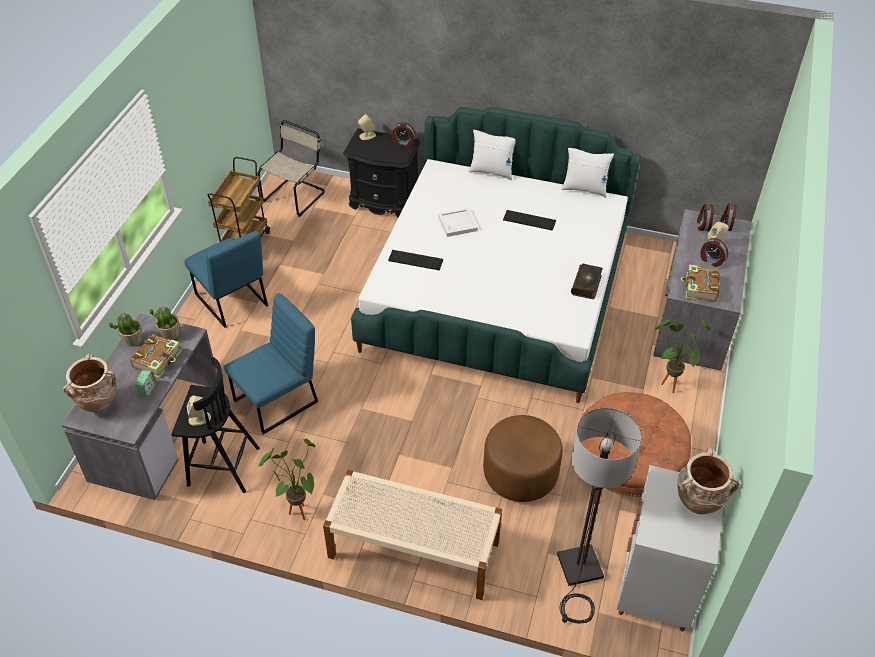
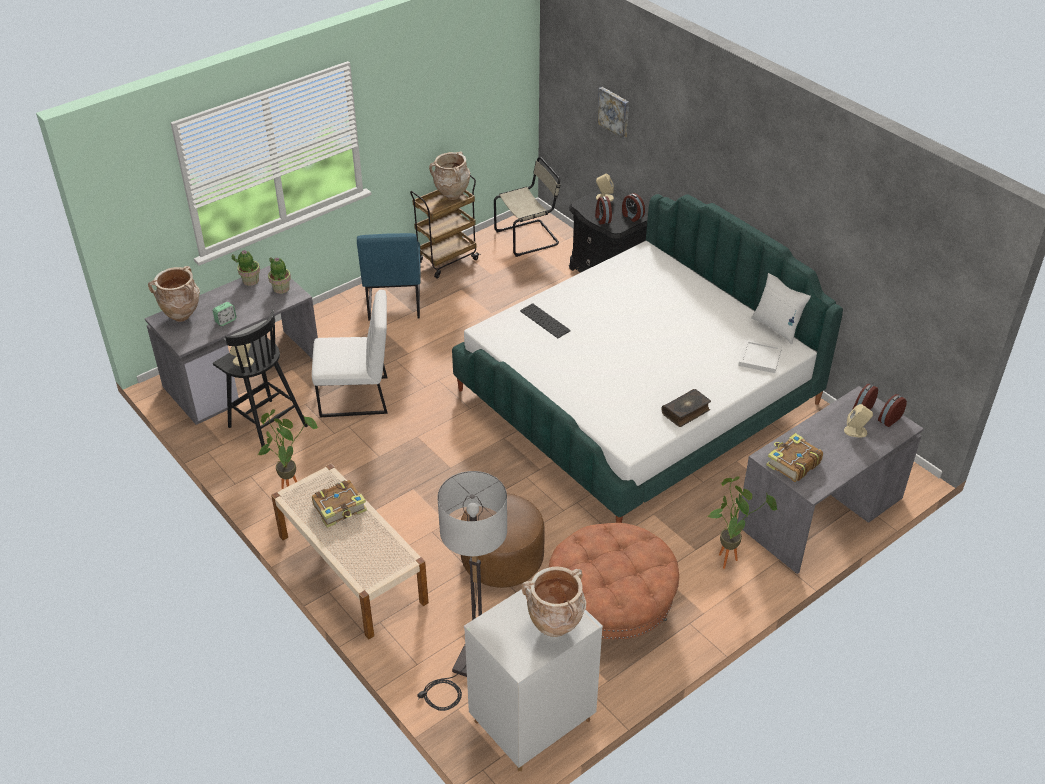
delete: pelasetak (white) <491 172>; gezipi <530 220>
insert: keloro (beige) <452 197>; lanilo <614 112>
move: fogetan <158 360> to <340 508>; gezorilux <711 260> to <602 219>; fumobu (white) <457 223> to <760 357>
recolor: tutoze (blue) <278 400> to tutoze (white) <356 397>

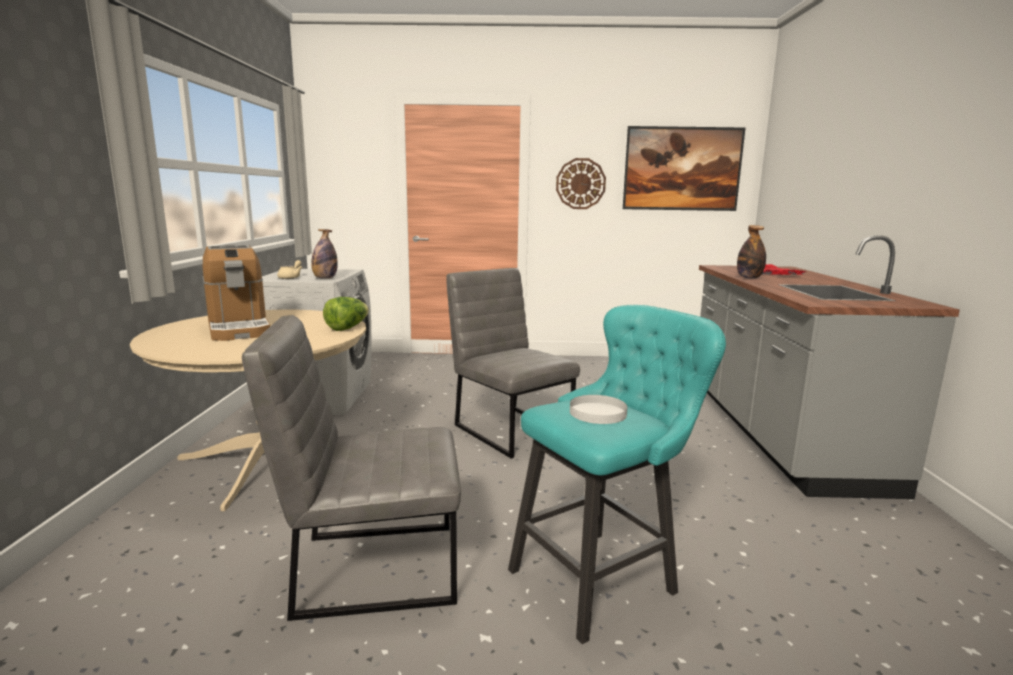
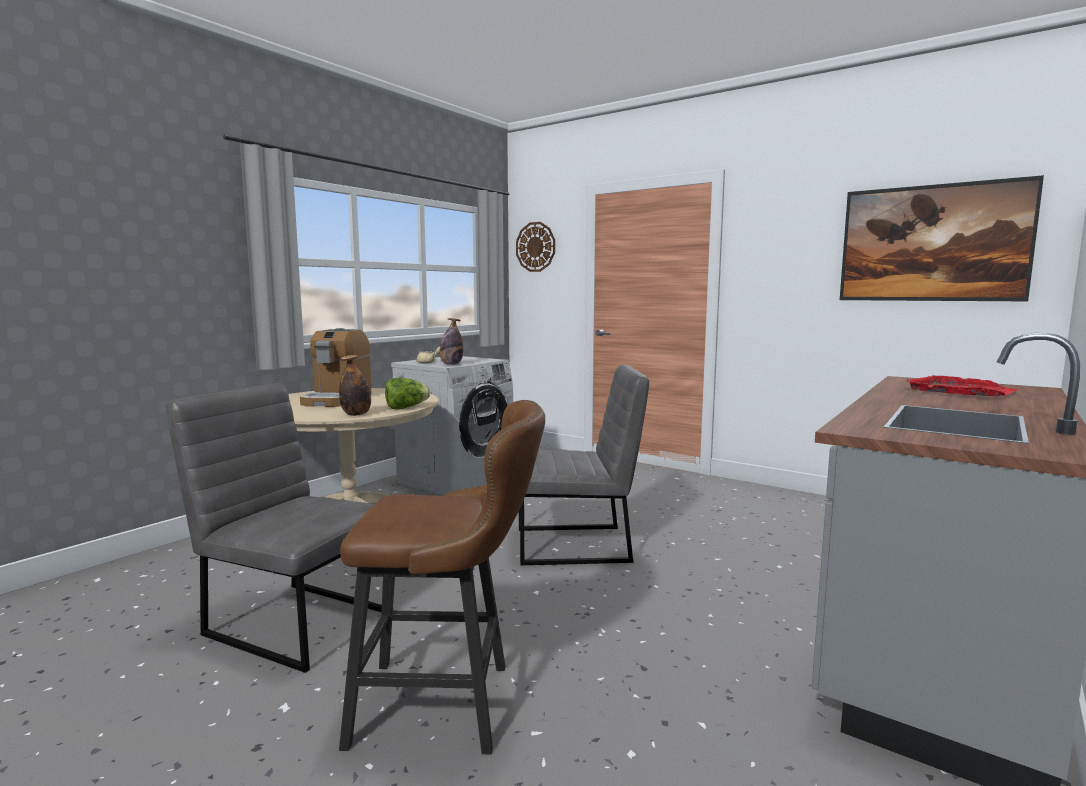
delete: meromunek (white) <597 412>
move: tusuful <749 277> to <356 414>; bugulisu <580 183> to <535 247>
recolor: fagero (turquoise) <606 574> to fagero (brown) <453 705>
rotate: tutoze (grey) <511 429> = <576 545> 90 degrees clockwise

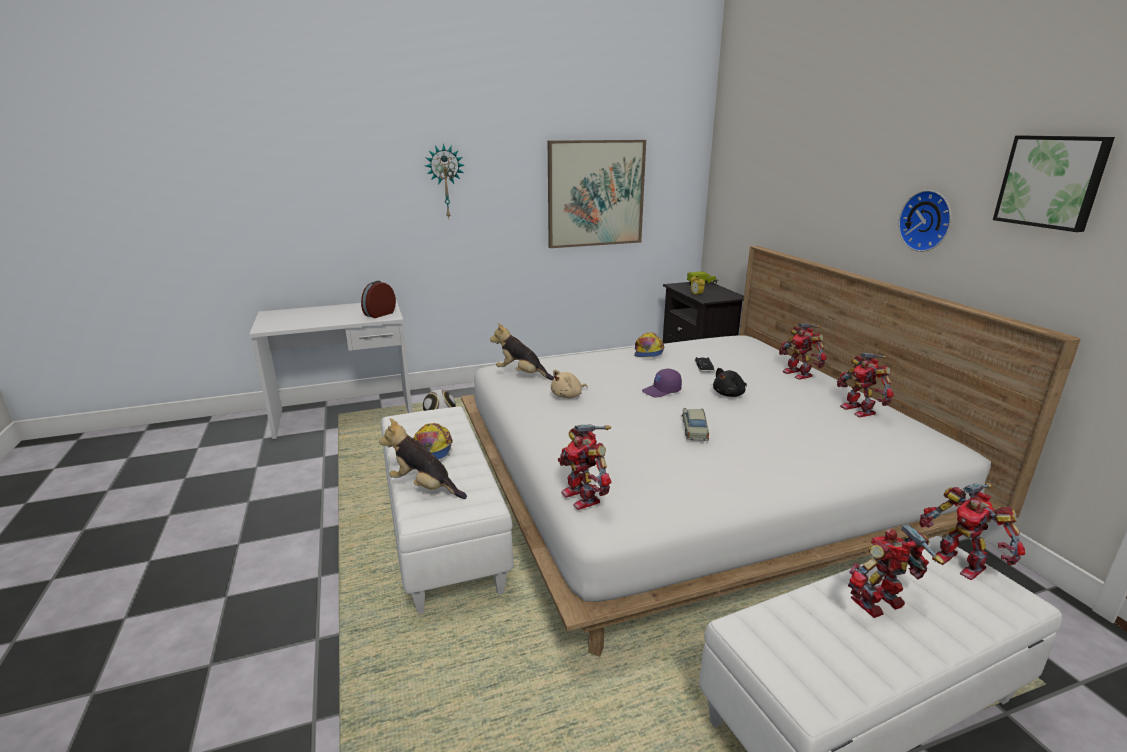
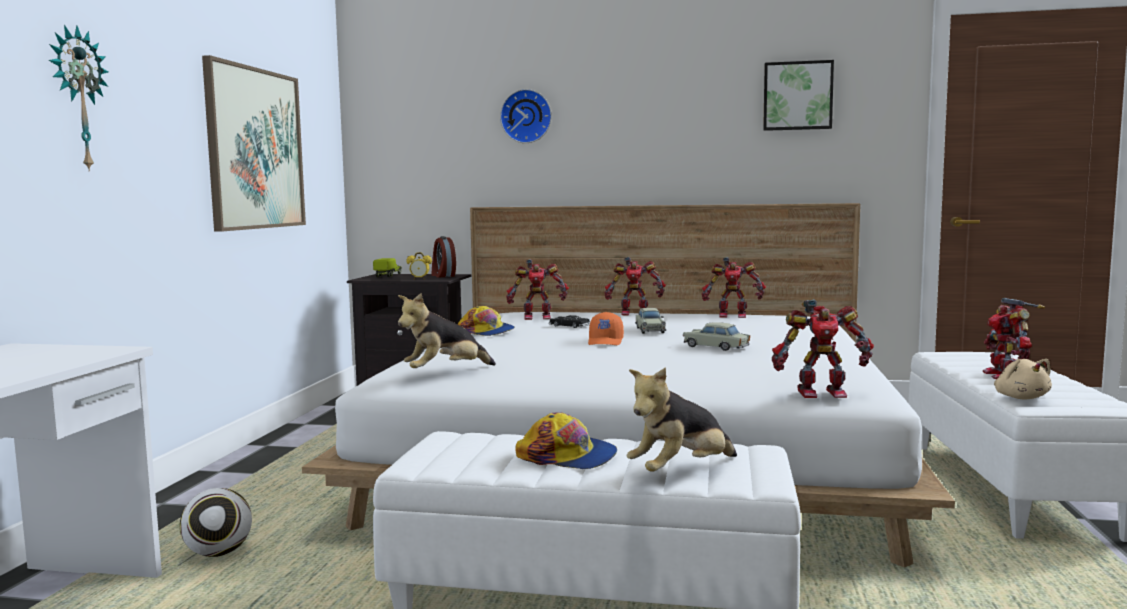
move: gezorilux <379 314> to <442 276>; bugulisu <927 221> to <526 116>; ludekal <960 562> to <537 317>; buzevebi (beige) <568 396> to <1020 398>
replace: buzevebi (black) <729 394> to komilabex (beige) <650 330>
recolor: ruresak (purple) <662 391> to ruresak (orange) <606 342>

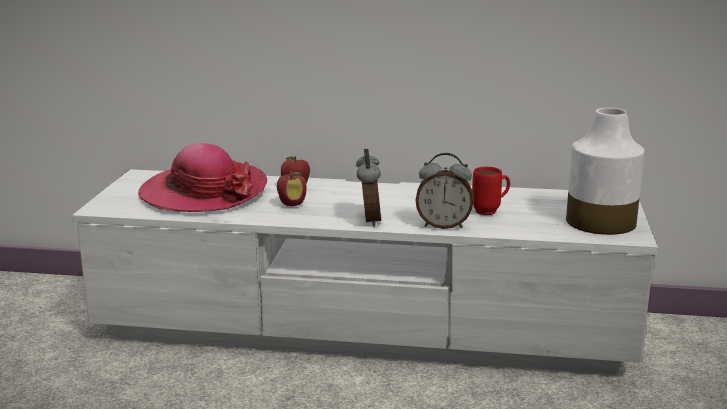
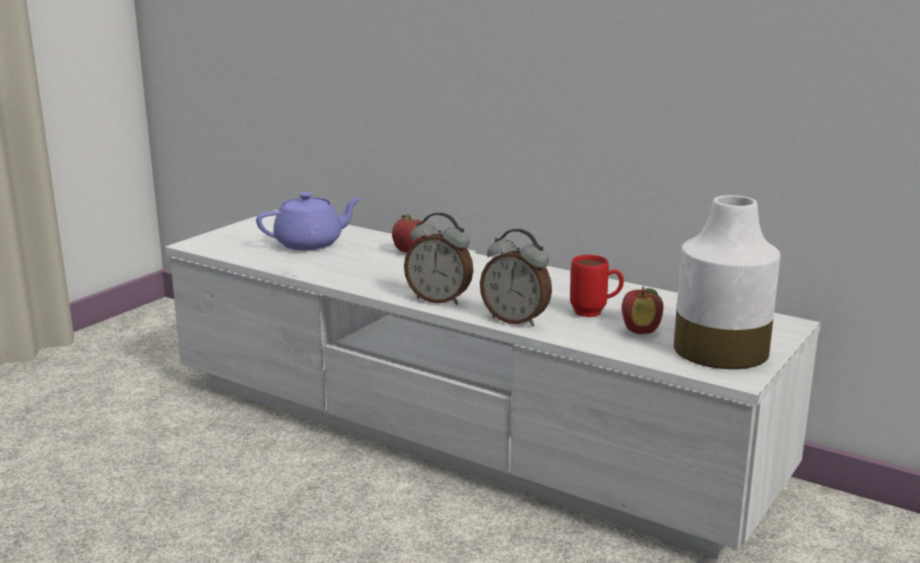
move: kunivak <292 204> to <640 331>
replace: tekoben <203 193> to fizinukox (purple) <310 243>
rotate: gezorilux <368 220> = <439 299> 90 degrees clockwise

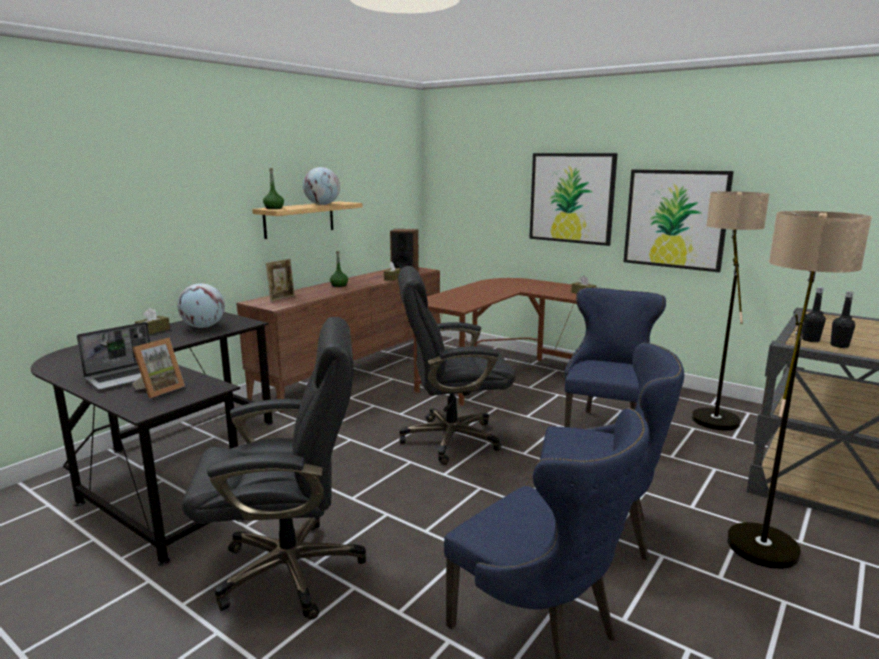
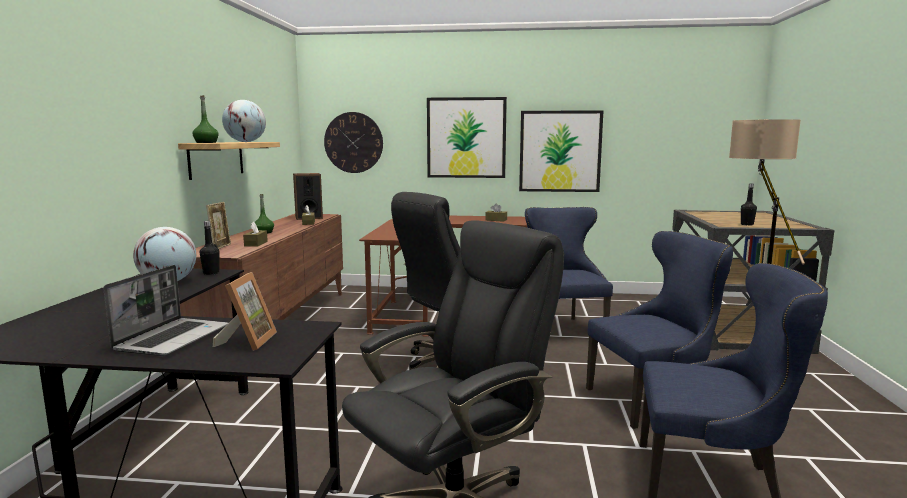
delete: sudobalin <712 413>
insert: bugulisu <353 142>
move: tusuful (black) <810 340> to <211 273>; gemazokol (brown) <153 331> to <256 244>

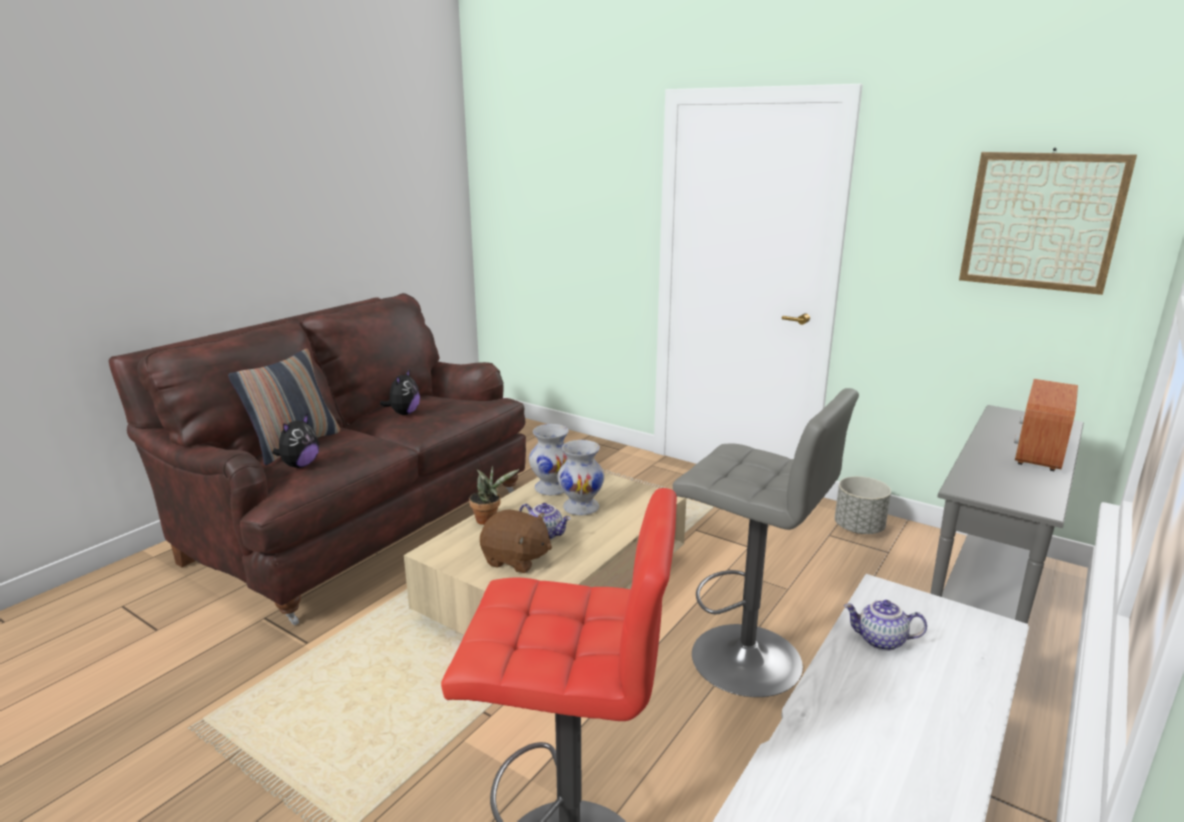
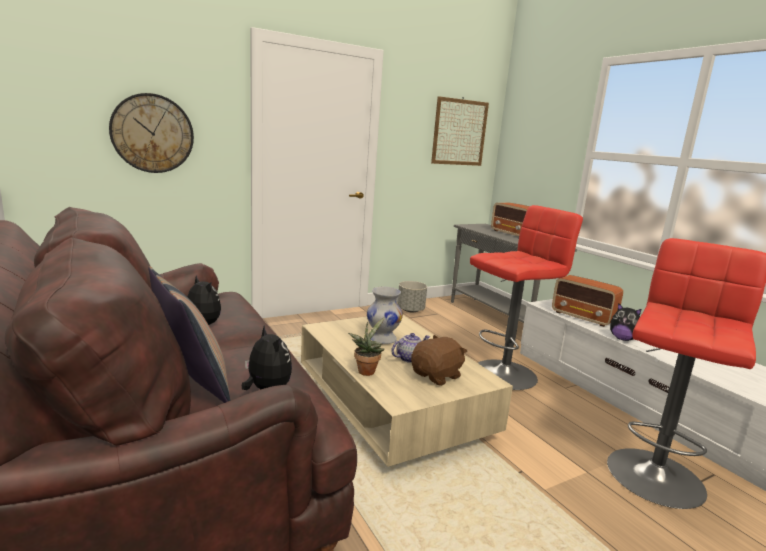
delete: keloro (white) <552 488>
insert: bugulisu <152 133>; buzevebi <623 339>
replace: fizinukox <880 641> to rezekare <583 317>
recolor: fagero (grey) <747 660> to fagero (red) <505 374>

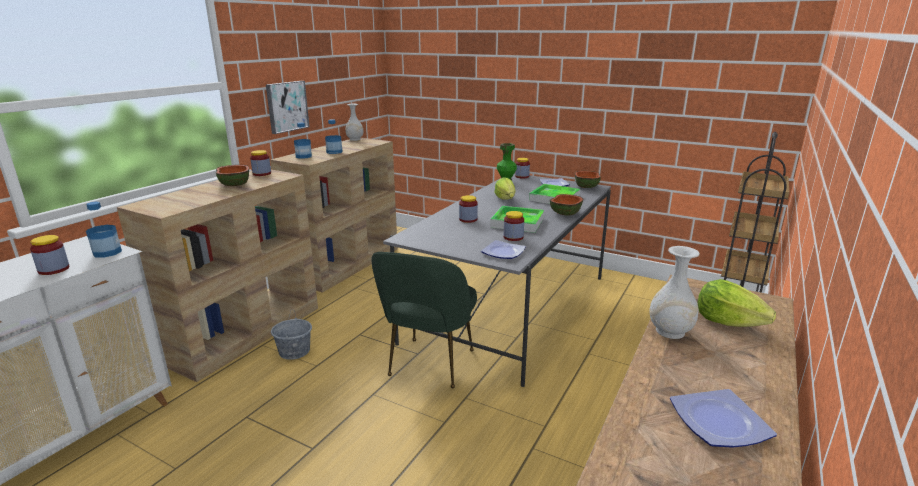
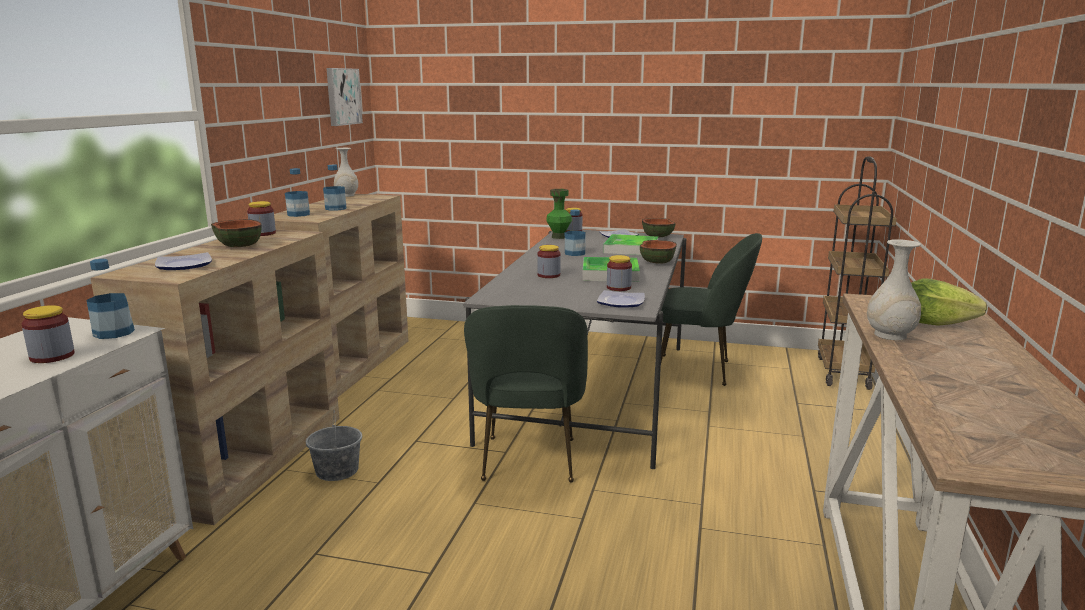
insert: tutoze (green) <700 371>
move: meromunek <721 423> to <185 265>; lanilo <286 106> to <342 96>
replace: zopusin <505 199> to tusuful <575 253>

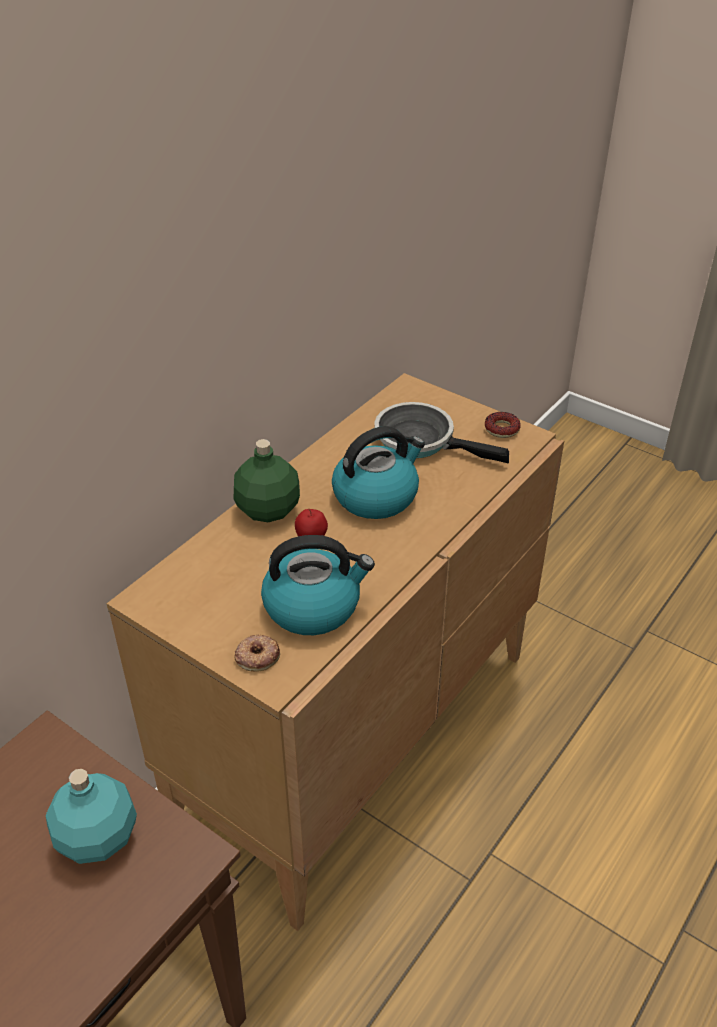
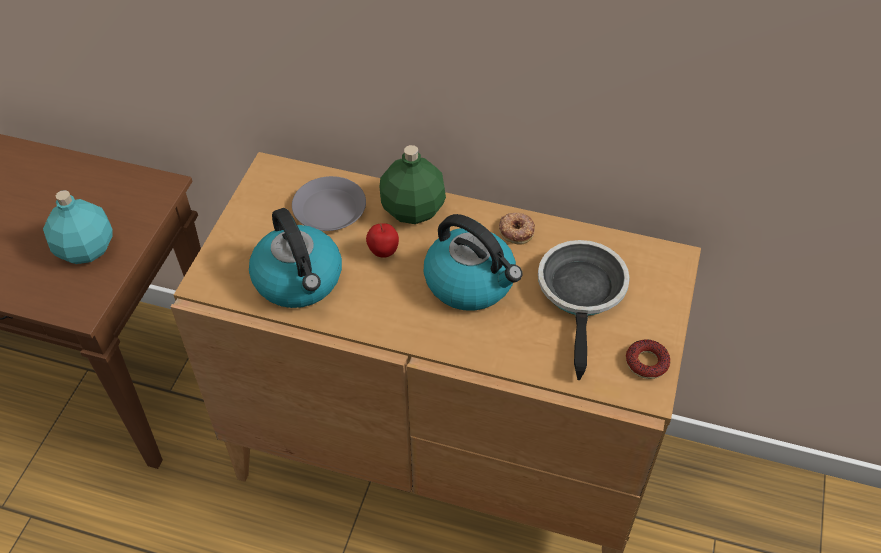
insert: meromunek (grey) <329 209>
move: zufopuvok <257 656> to <516 230>

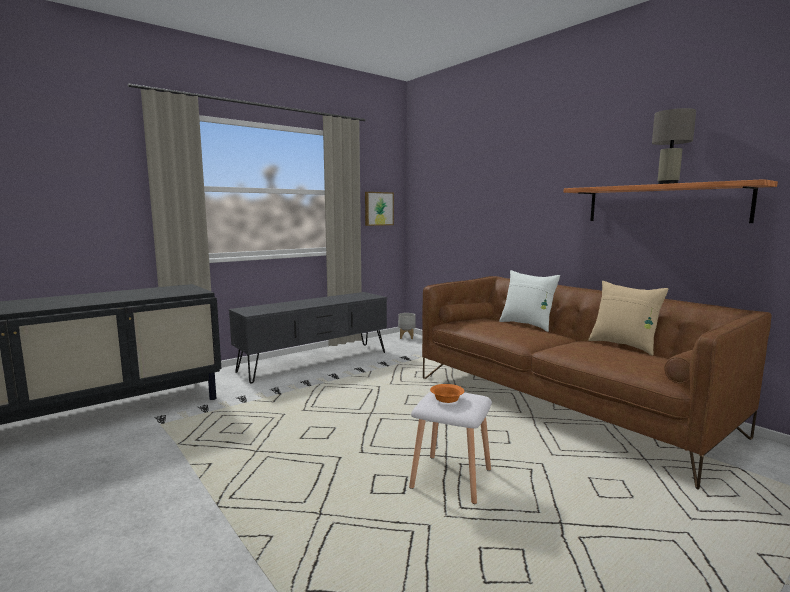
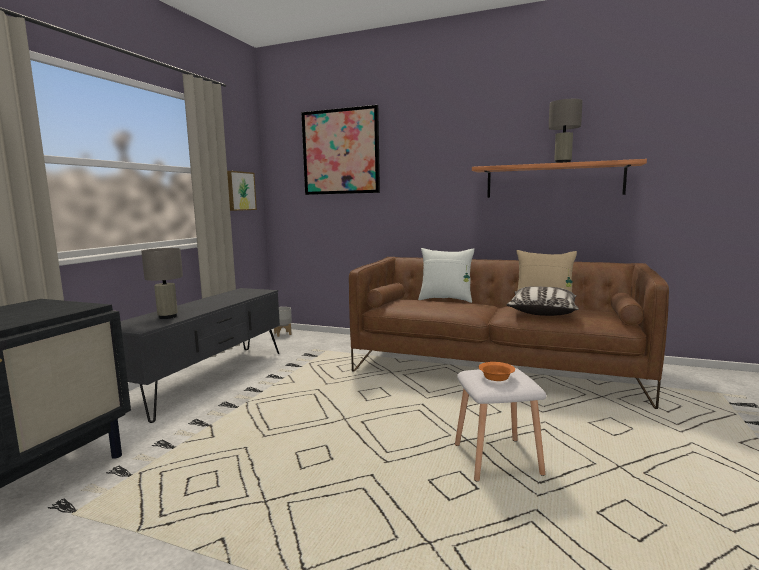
insert: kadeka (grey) <167 317>; lanilo <340 152>; pelasetak <542 312>

